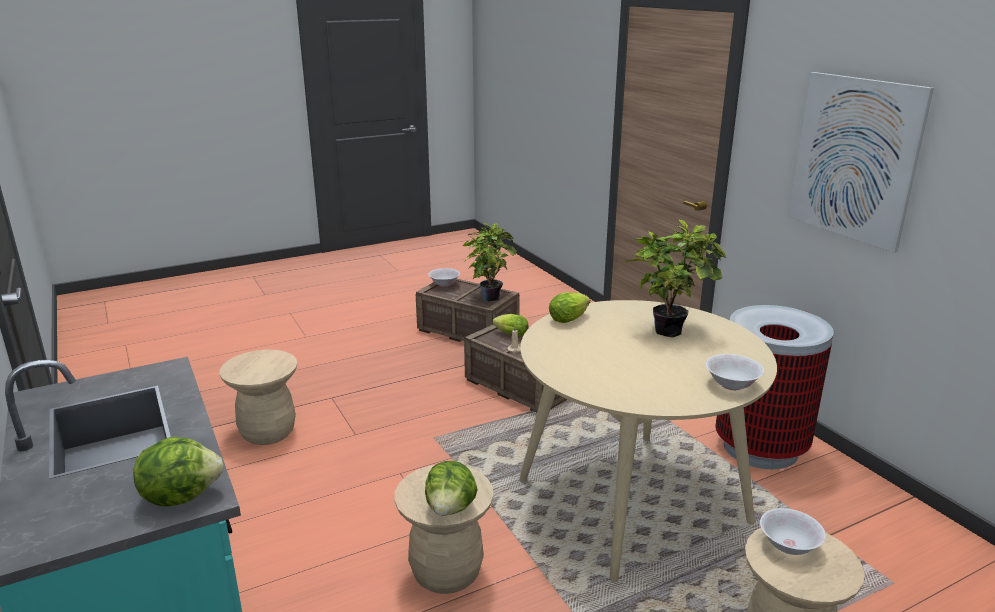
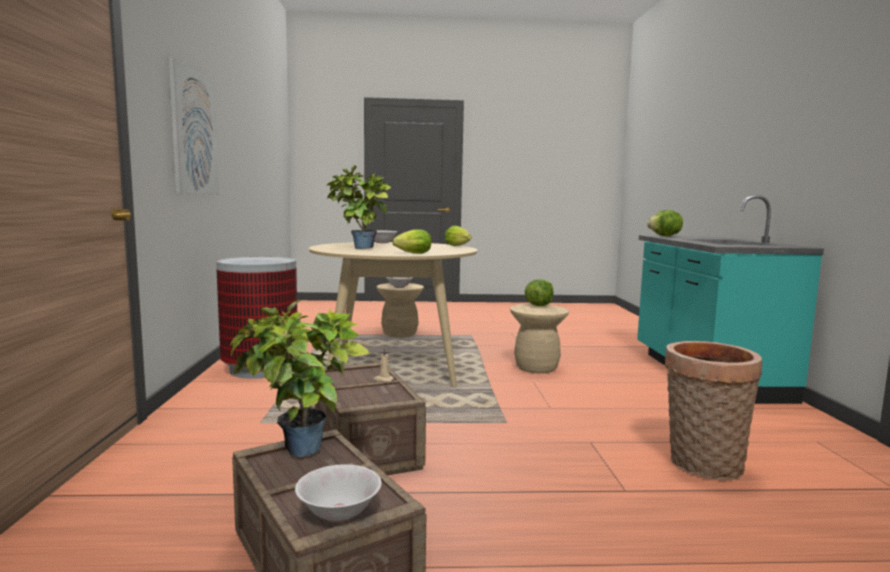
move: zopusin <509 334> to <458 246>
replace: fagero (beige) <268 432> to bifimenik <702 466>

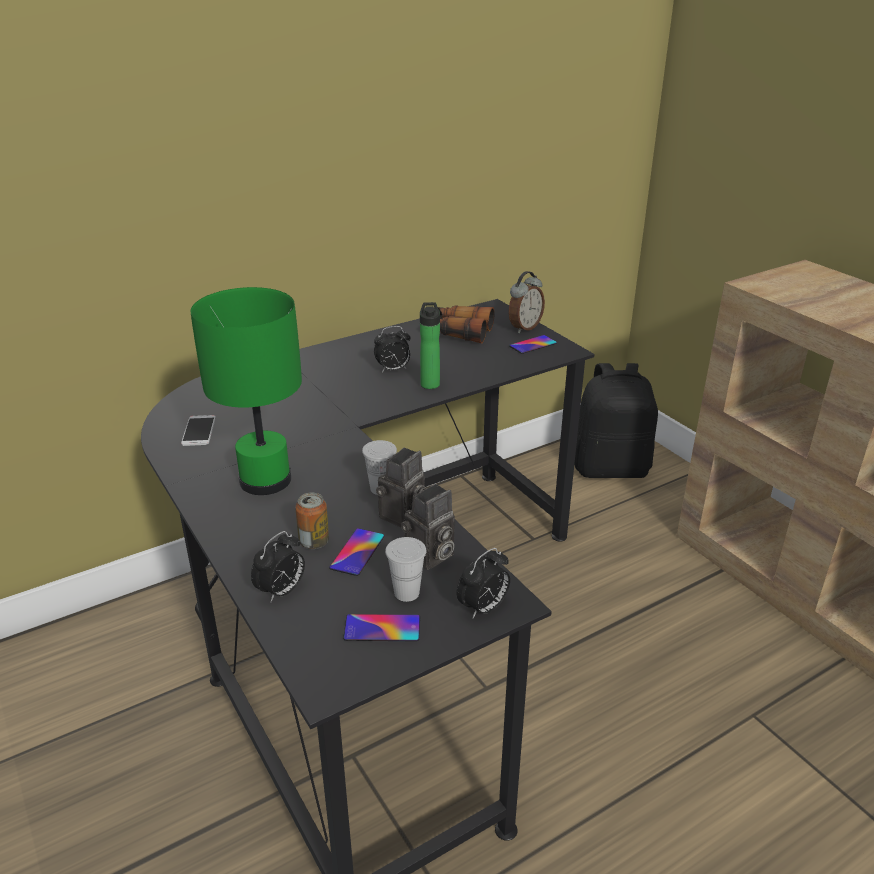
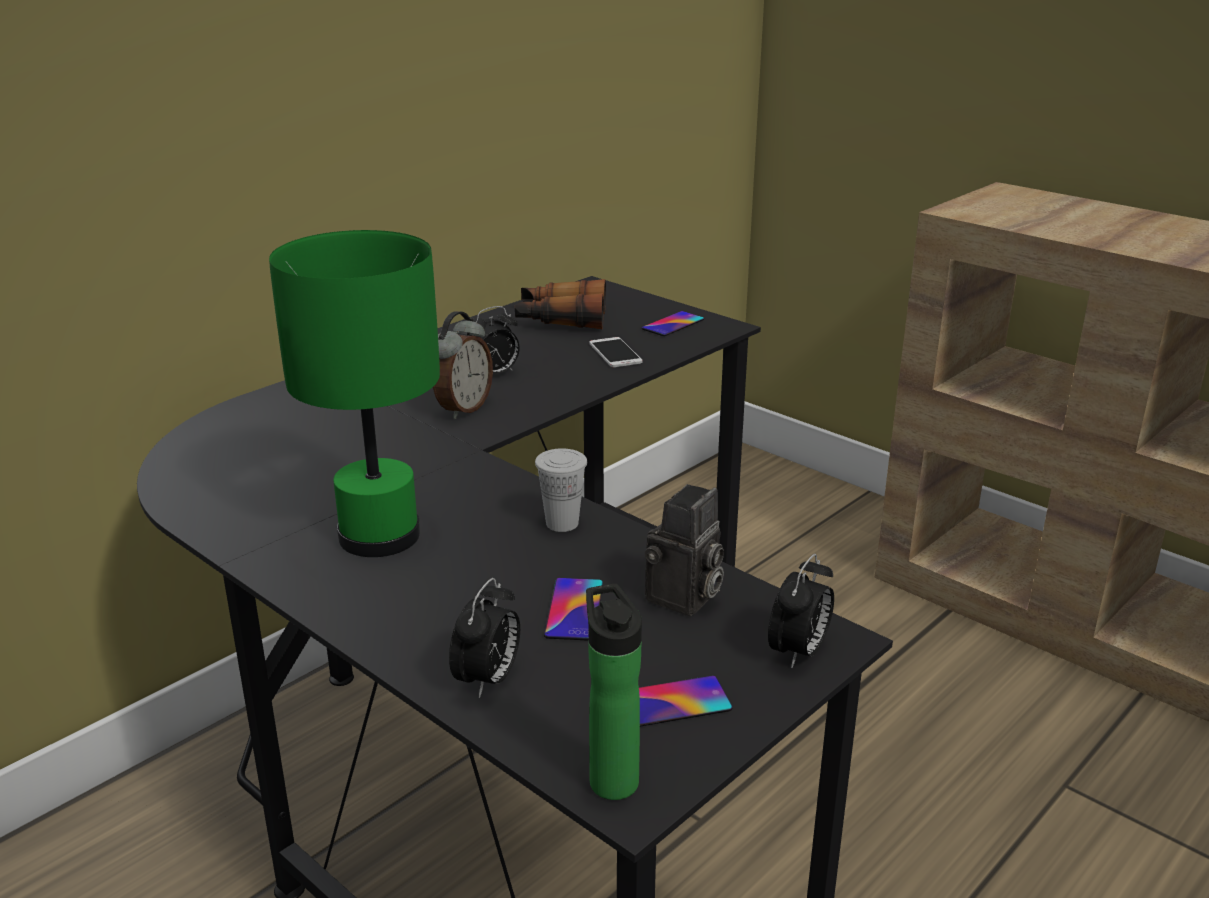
delete: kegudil <314 542>; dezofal <403 517>; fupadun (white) <406 593>; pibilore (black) <611 468>
move: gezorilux <524 327> to <462 408>; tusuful <430 383> to <611 777>; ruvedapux <199 431> to <615 353>

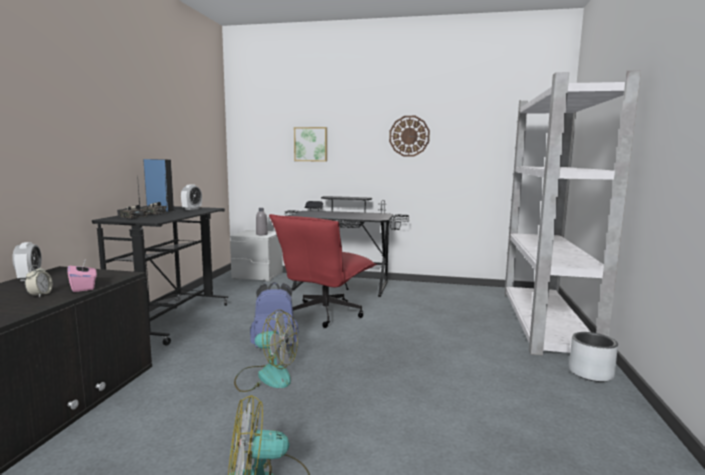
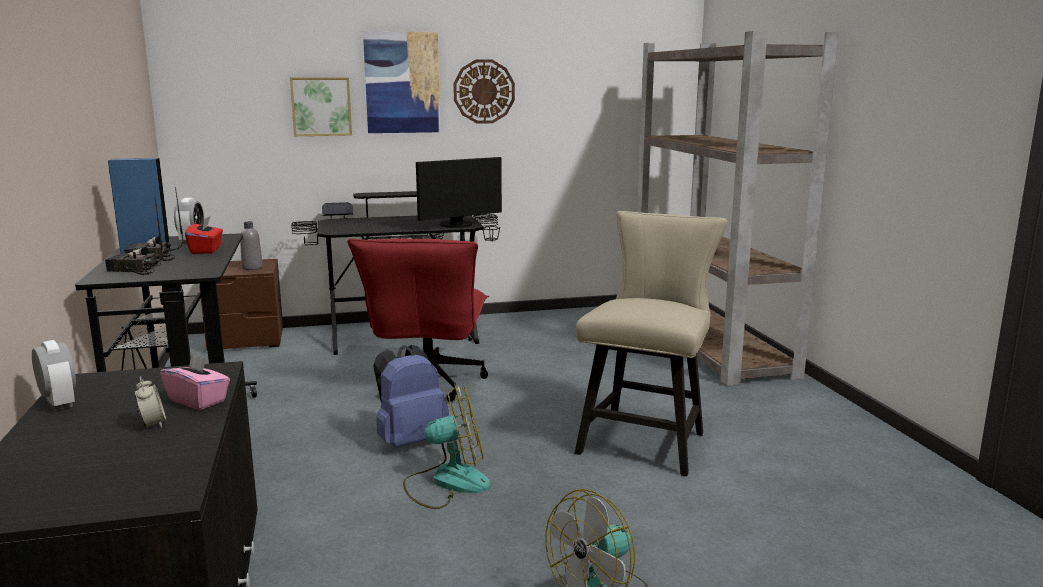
delete: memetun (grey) <591 373>
insert: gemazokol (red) <206 250>; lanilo <402 82>; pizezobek <458 225>; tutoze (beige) <646 440>
recolor: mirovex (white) <258 276> to mirovex (brown) <247 339>; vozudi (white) <545 321> to vozudi (brown) <708 343>

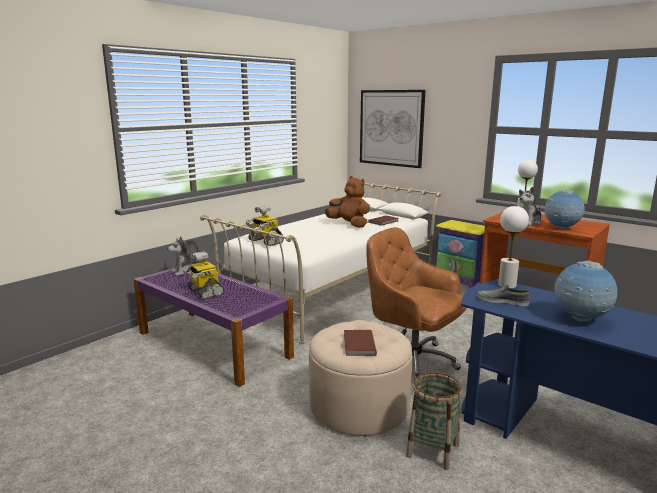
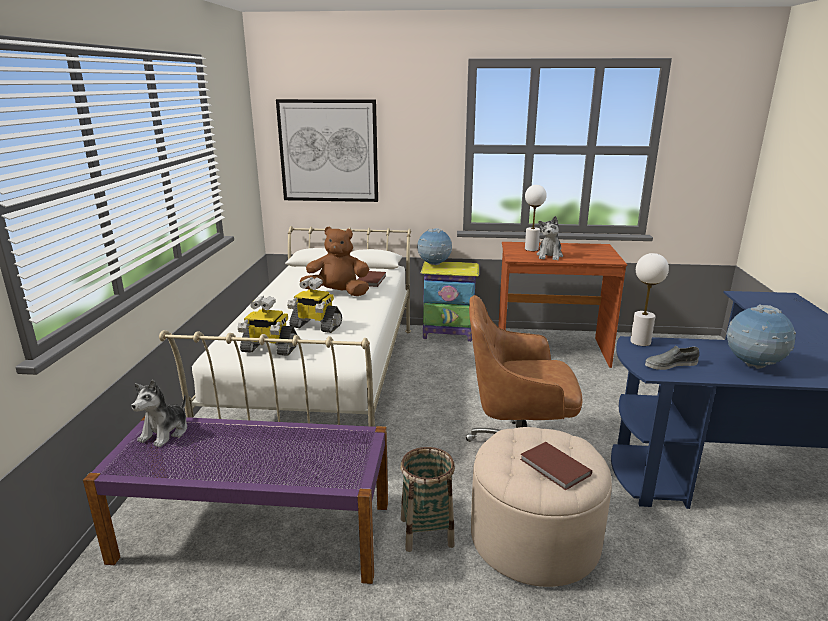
move: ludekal <204 292> to <315 326>; bifimenik <433 450> to <427 532>; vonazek <561 228> to <434 265>

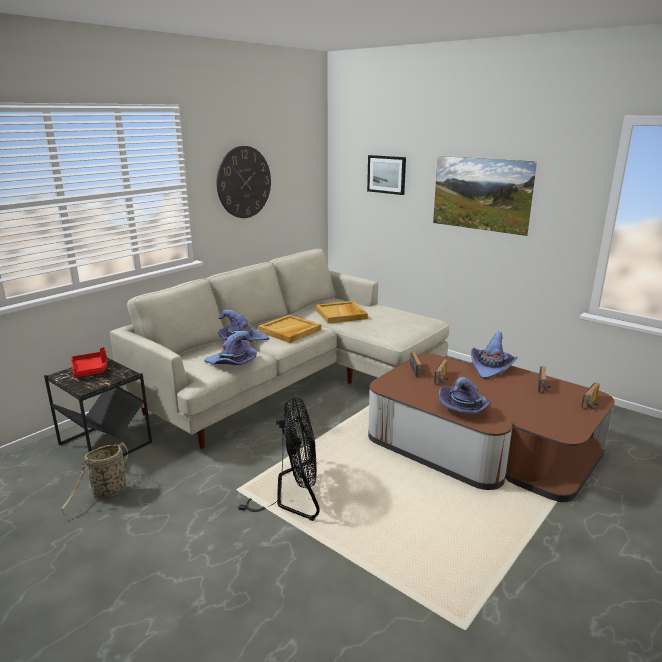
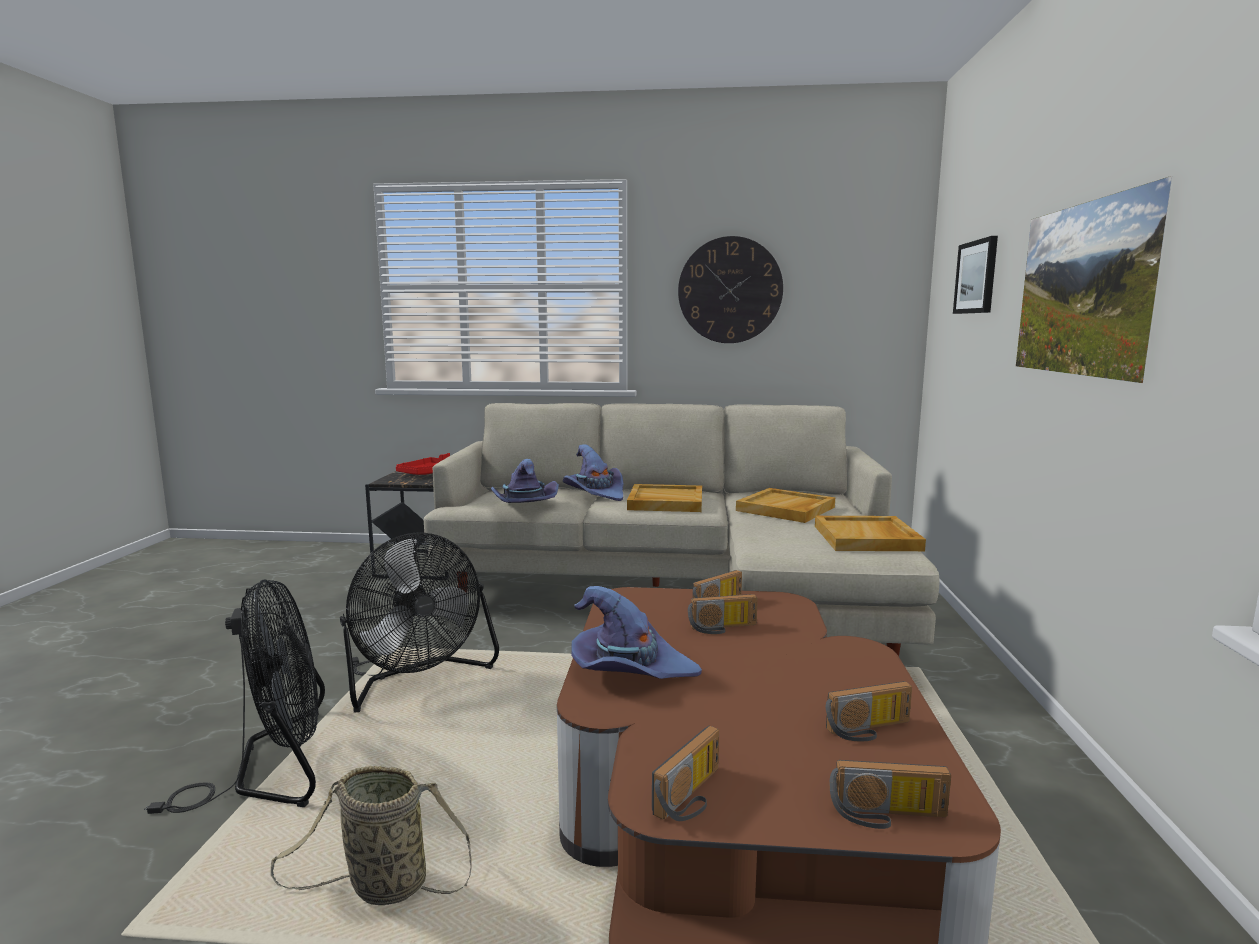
delete: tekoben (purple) <491 368>
insert: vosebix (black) <271 766>; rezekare <693 796>; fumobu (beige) <867 538>
move: bifimenik <108 494> to <382 886>

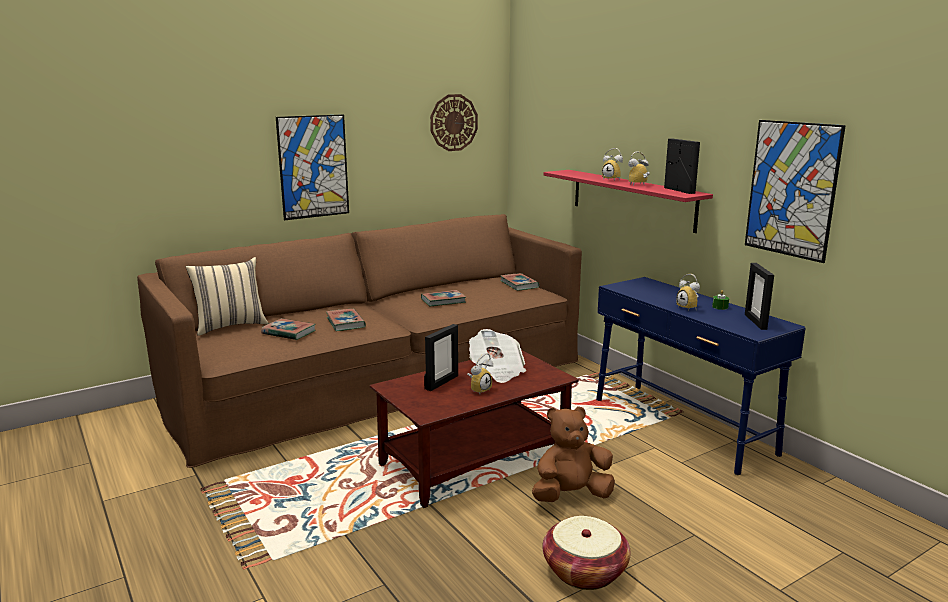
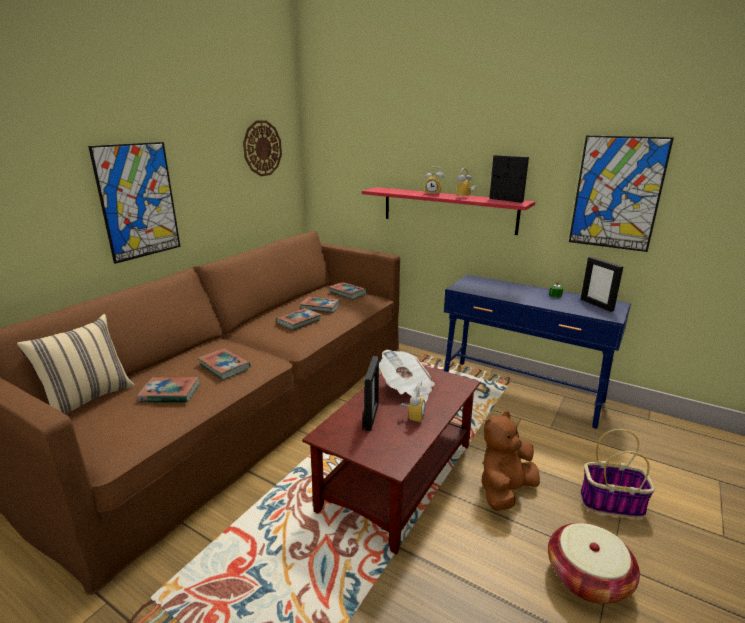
delete: gezorilux <689 308>
insert: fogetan <320 307>; bifimenik <612 503>

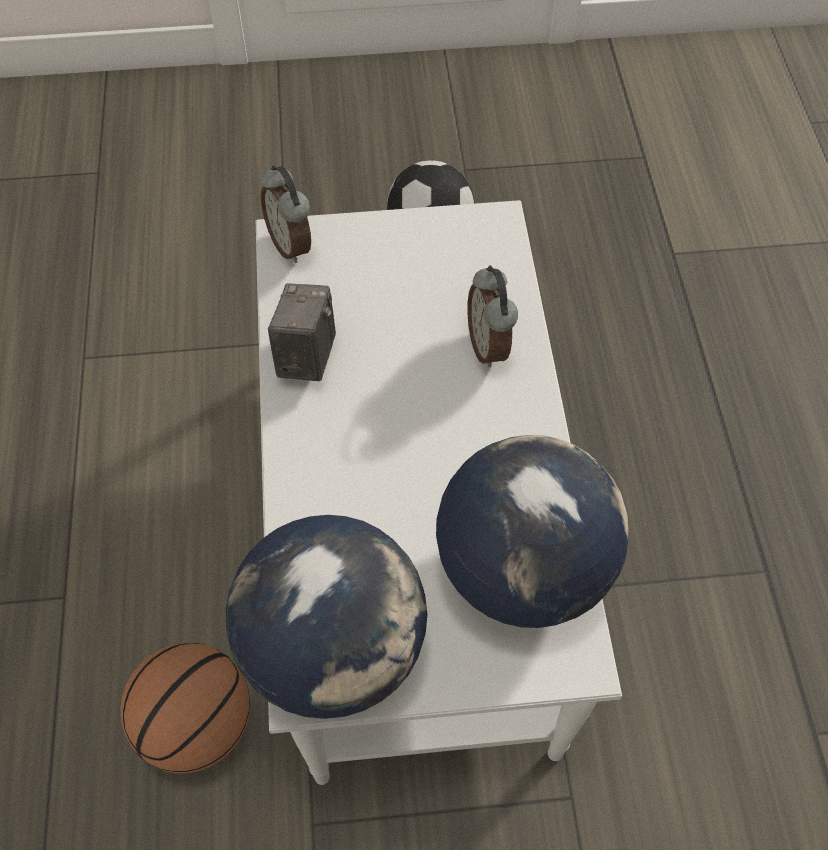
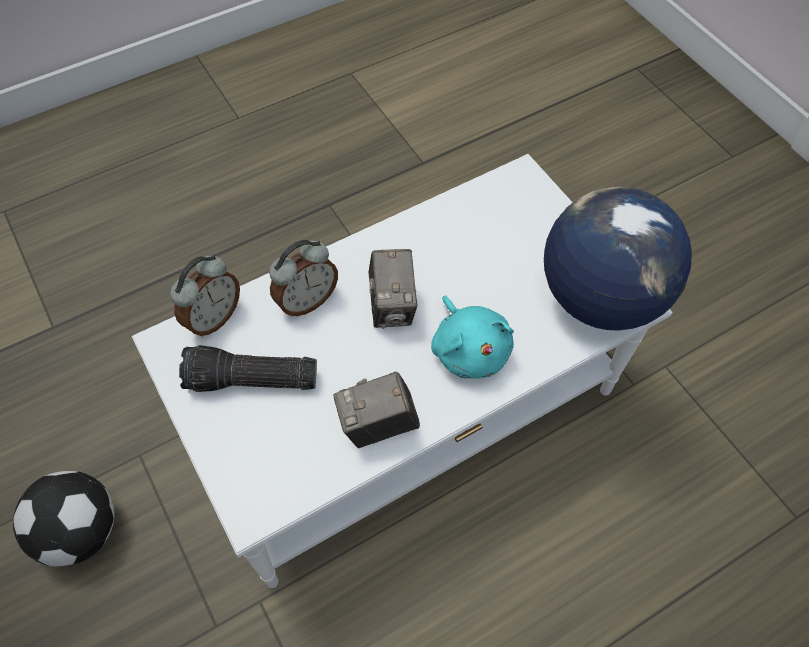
delete: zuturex <197 724>; vonazek <524 568>
insert: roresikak <251 382>; dezofal <392 306>; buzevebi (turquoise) <469 350>
move: gezorilux <291 244> to <213 318>

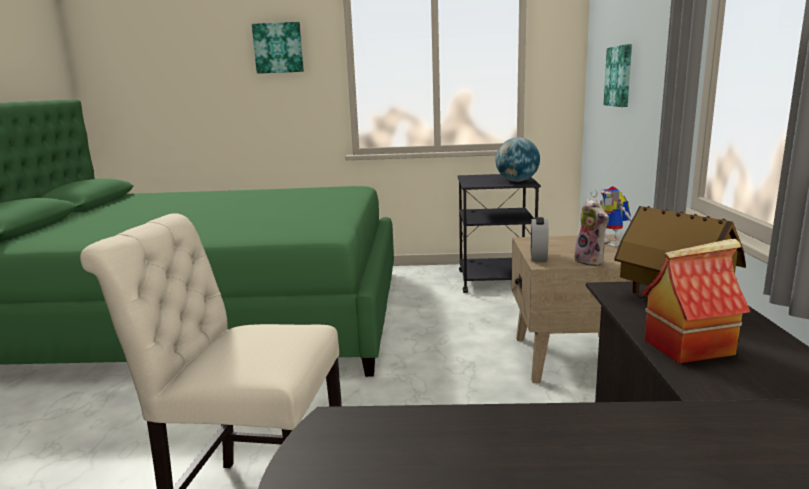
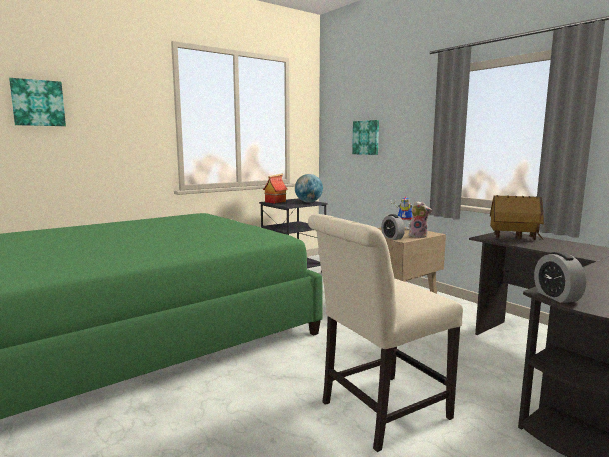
insert: gezorilux <556 297>
move: lanilo <278 48> to <38 103>; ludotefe <689 346> to <275 202>

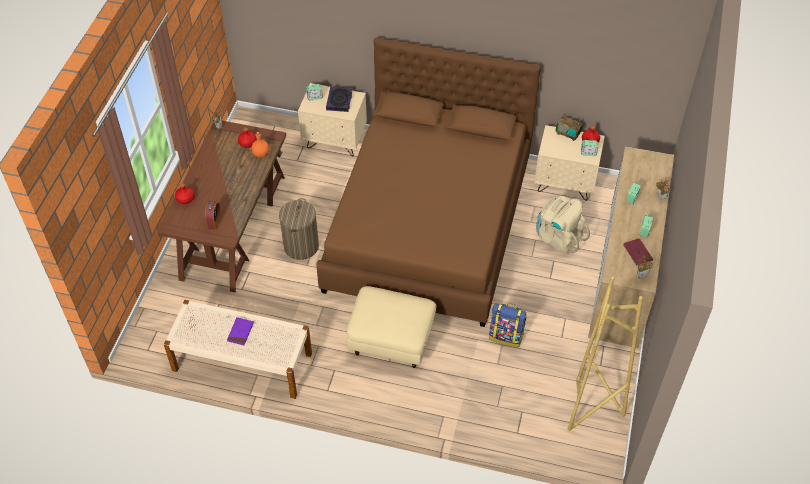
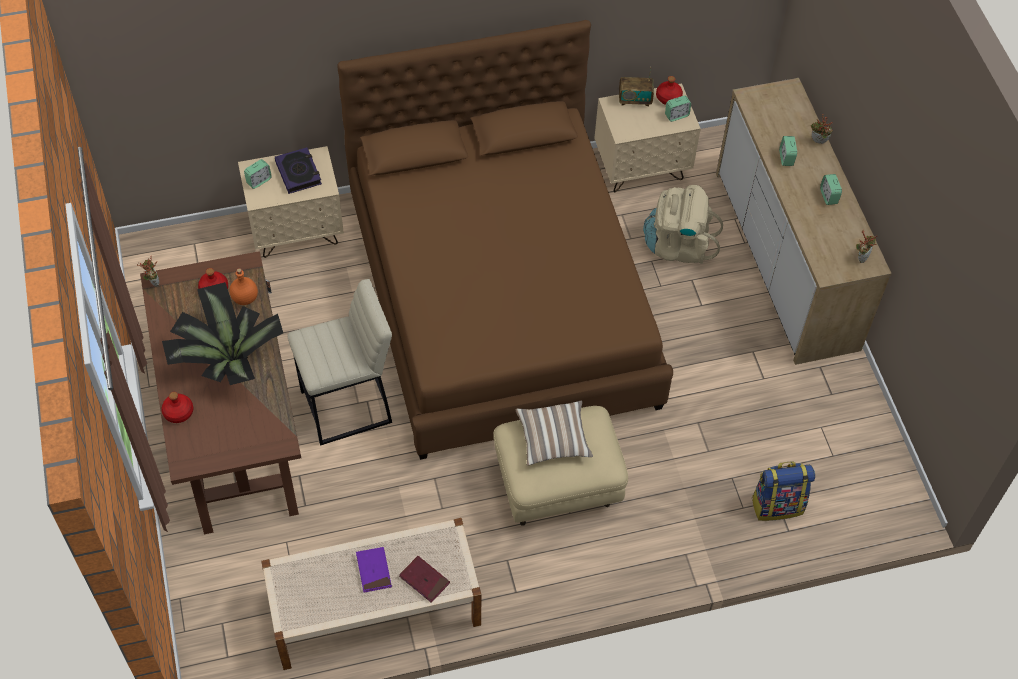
delete: gezorilux <214 221>; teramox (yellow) <590 409>
insert: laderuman <226 359>; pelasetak <553 439>
move: fogetan (red) <637 253> to <424 580>; pibilore <506 336> to <777 504>
replace: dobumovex <301 246> to fagero (beige) <348 406>

